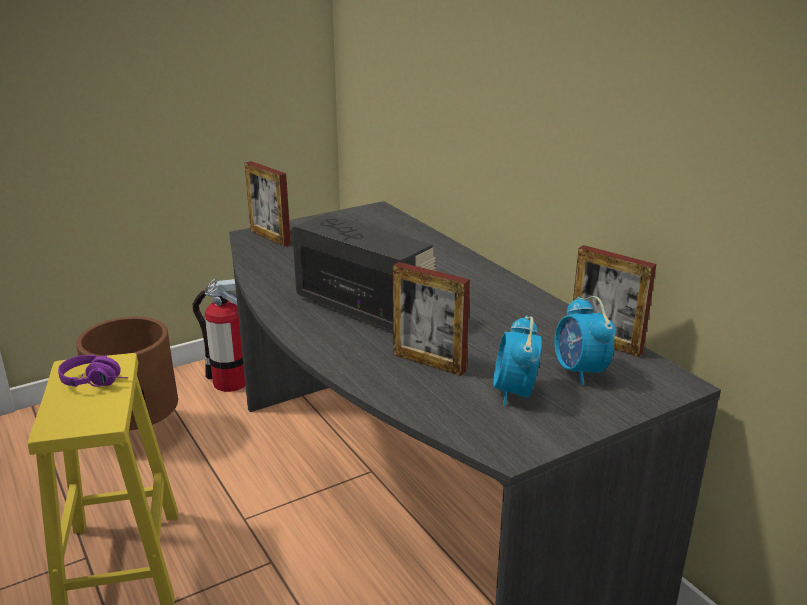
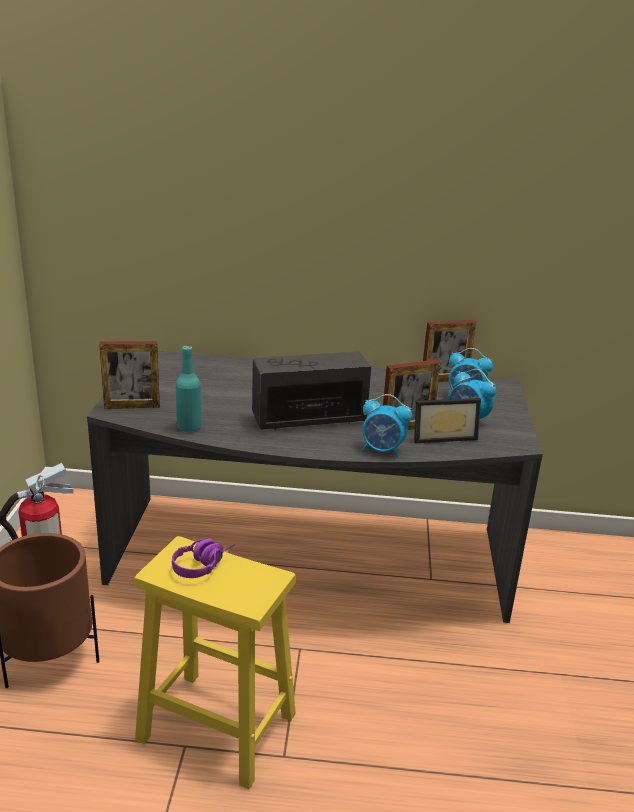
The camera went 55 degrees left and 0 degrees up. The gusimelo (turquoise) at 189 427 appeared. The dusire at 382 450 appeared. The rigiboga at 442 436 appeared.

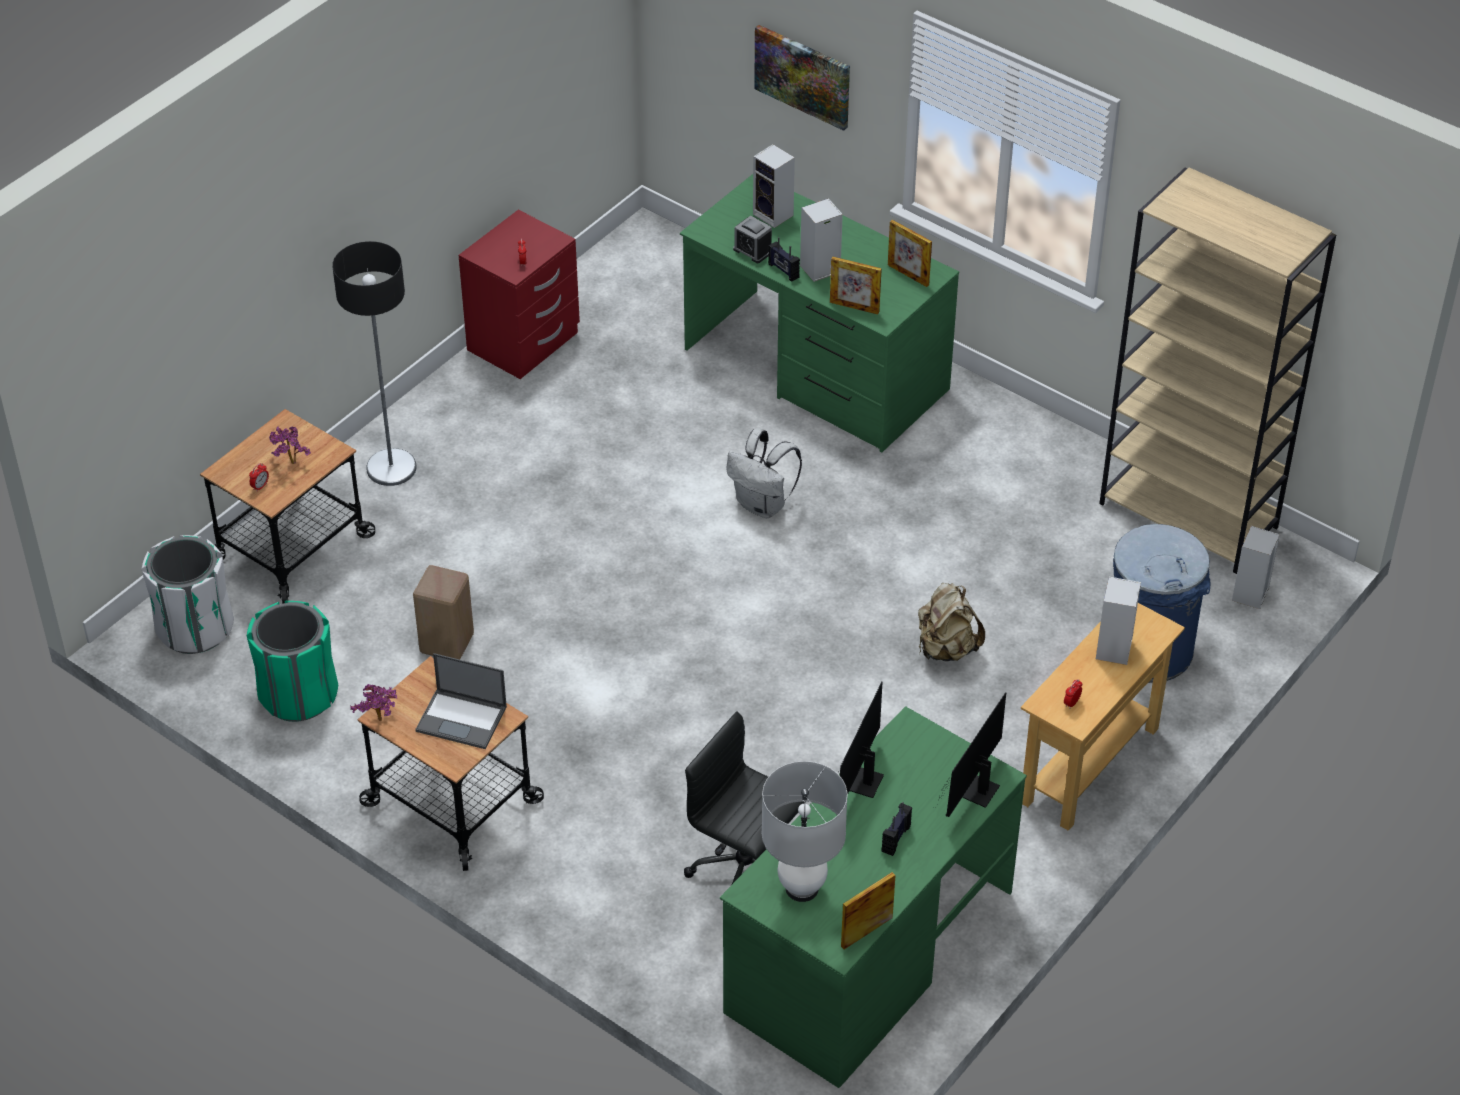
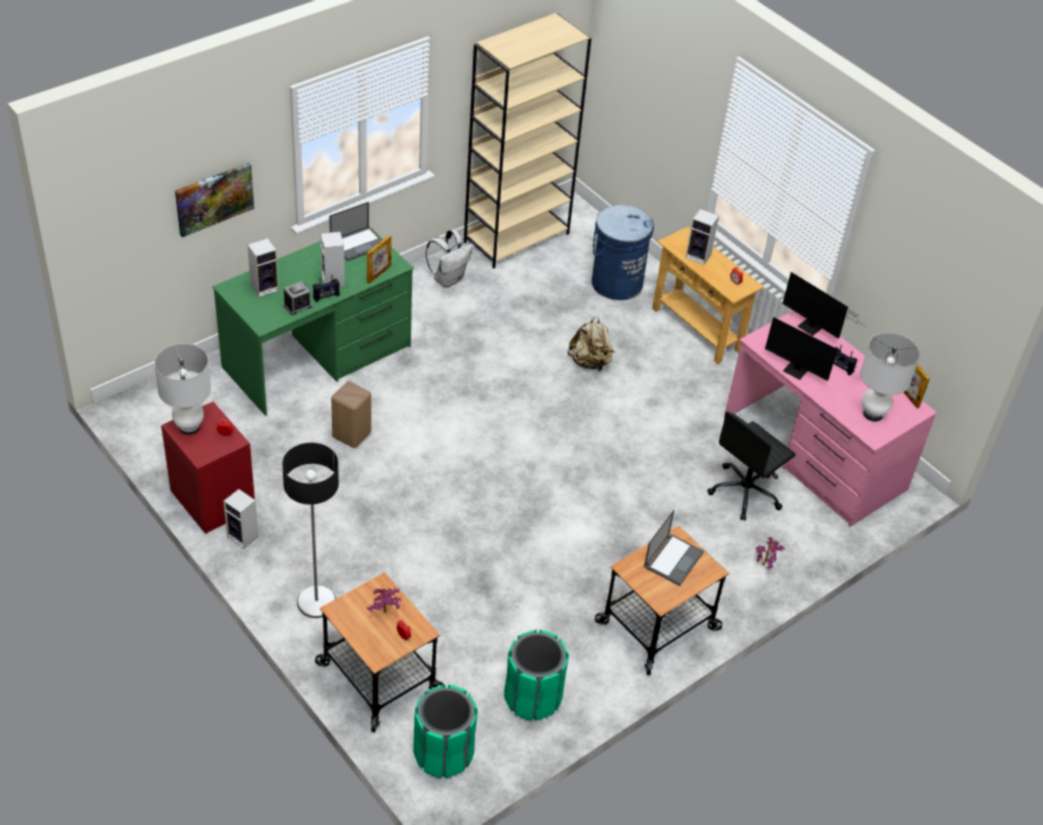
The camera went 80 degrees left and 0 degrees up. The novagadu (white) at 195 628 became the novagadu (green) at 443 753. The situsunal moved from 380 722 to 765 565. The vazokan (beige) moved from 445 644 to 352 436. The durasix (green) at 868 951 became the durasix (pink) at 814 453. The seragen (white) moved from 763 505 to 448 279. The rigiboga at 908 275 was replaced by the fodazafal at 358 243. The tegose moved from 1250 595 to 244 537. The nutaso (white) at 189 427 appeared.

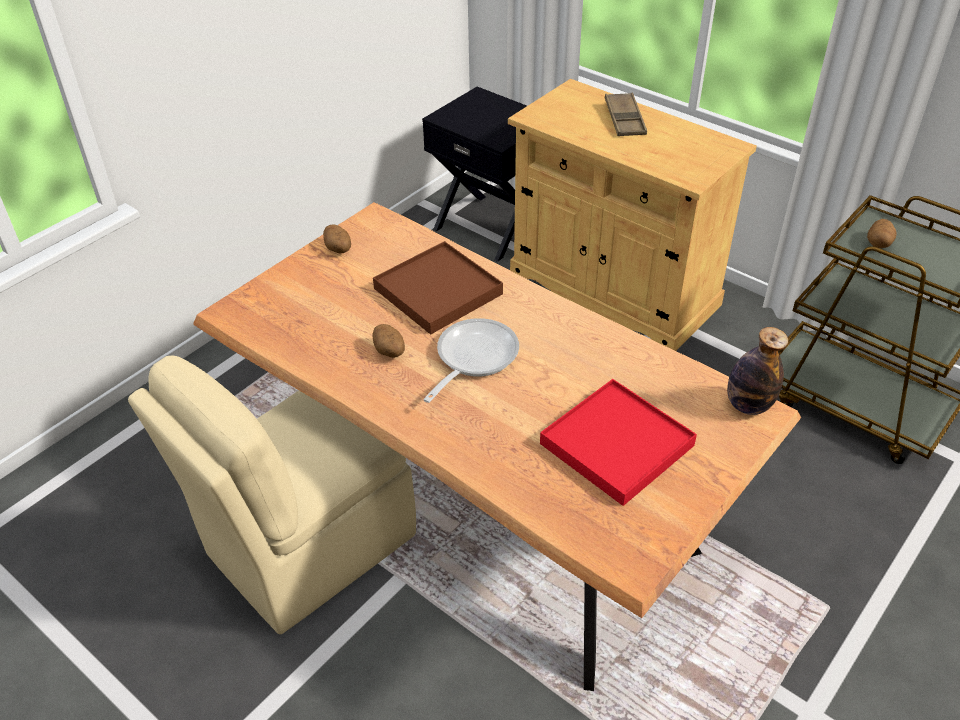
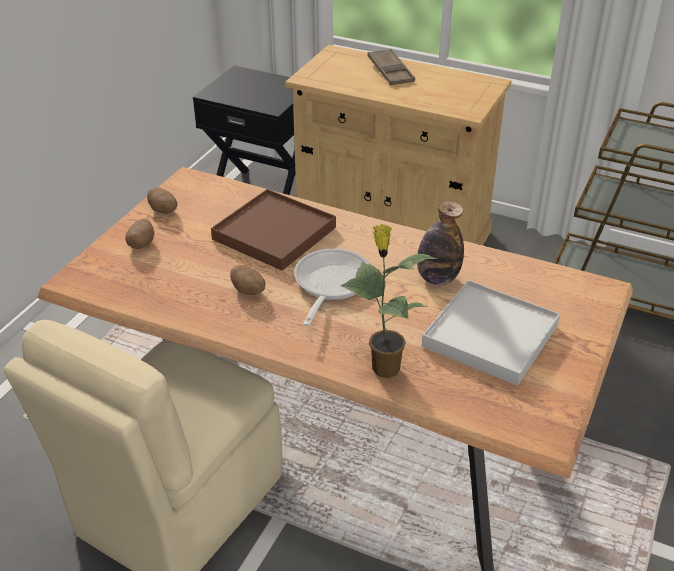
The camera went 15 degrees left and 5 degrees down. The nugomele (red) at 616 445 became the nugomele (white) at 490 336. The gusimelo moved from 748 405 to 437 278. The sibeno moved from 878 243 to 141 243. The situsunal at 384 368 appeared.

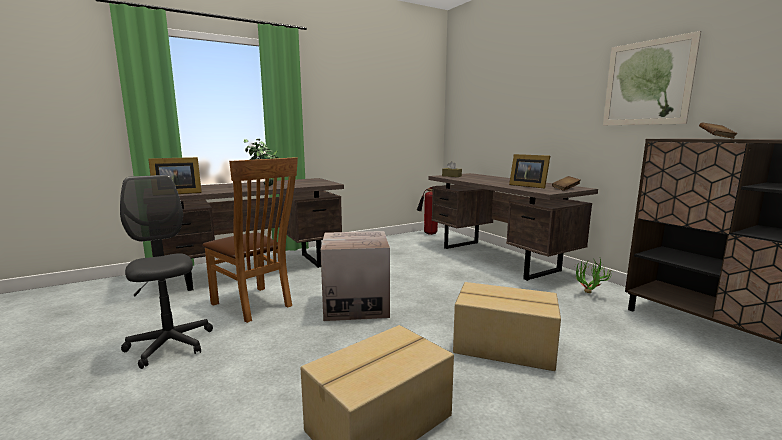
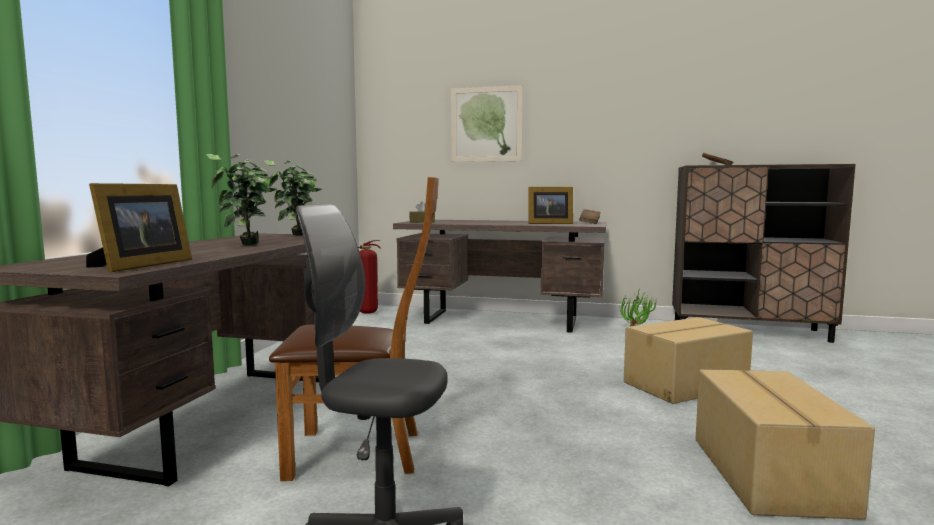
The camera went 45 degrees left and 5 degrees down. The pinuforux at 356 305 disappeared. The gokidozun moved from 647 83 to 486 124. The situsunal at 296 236 appeared.

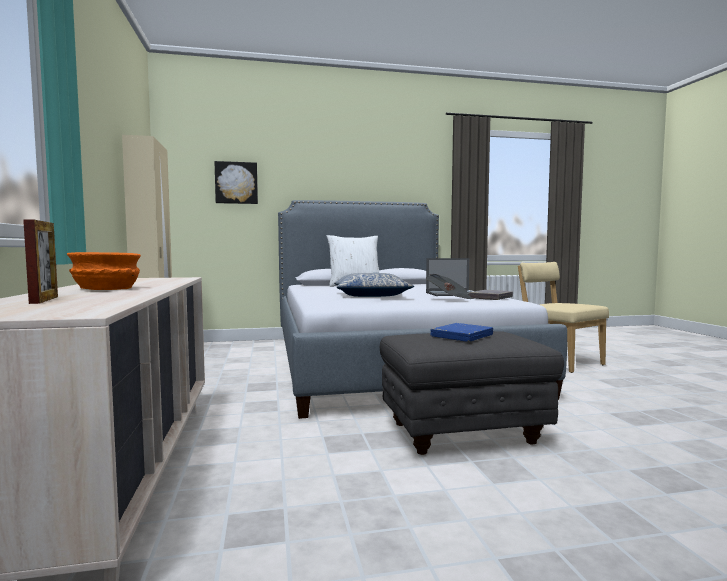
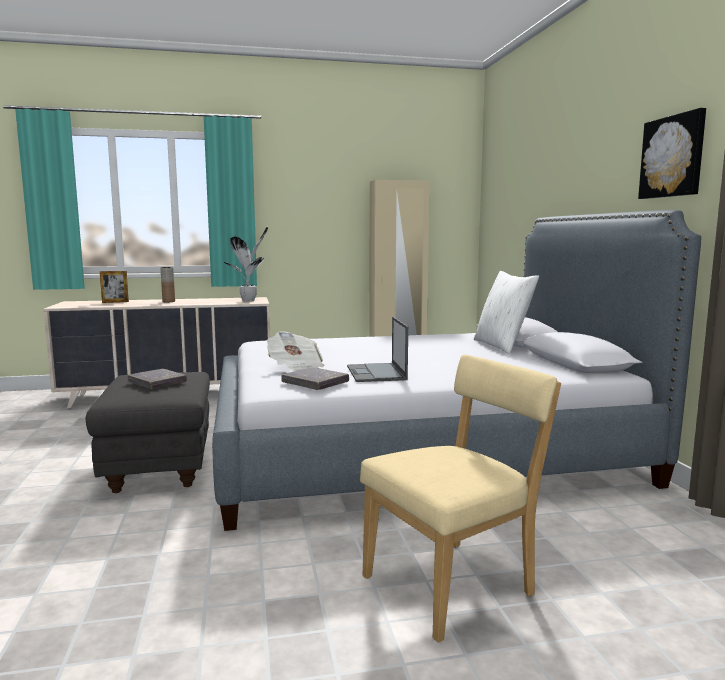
The camera went 90 degrees right and 5 degrees up. The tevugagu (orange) at 107 289 was replaced by the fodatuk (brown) at 168 301. The gokidozun moved from 236 183 to 673 156. The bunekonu at 371 296 disappeared. The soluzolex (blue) at 462 336 became the soluzolex (grey) at 157 382. The situsunal at 250 300 appeared.

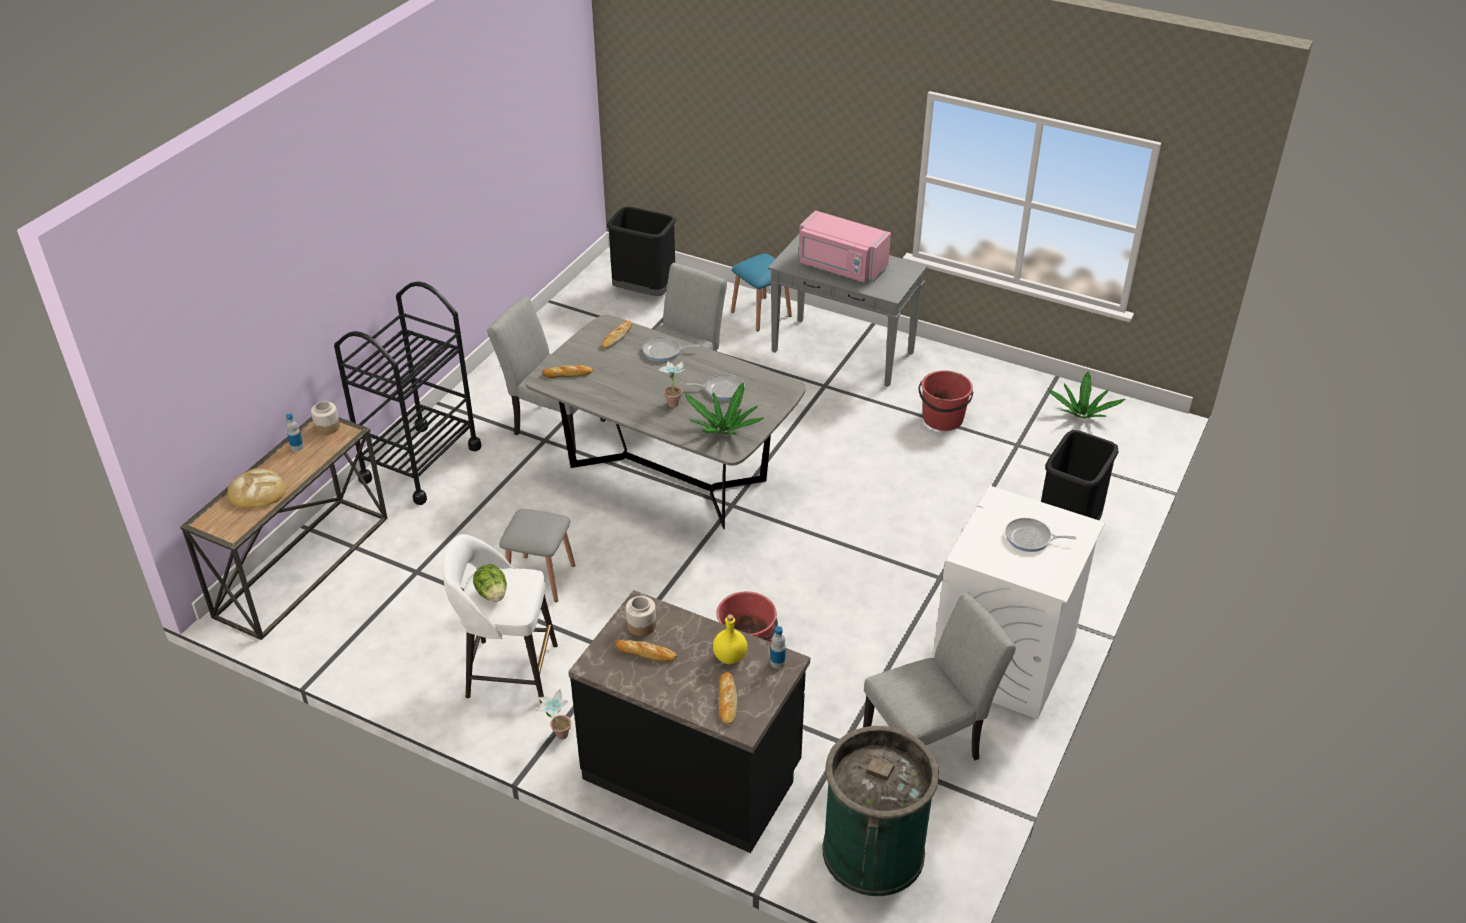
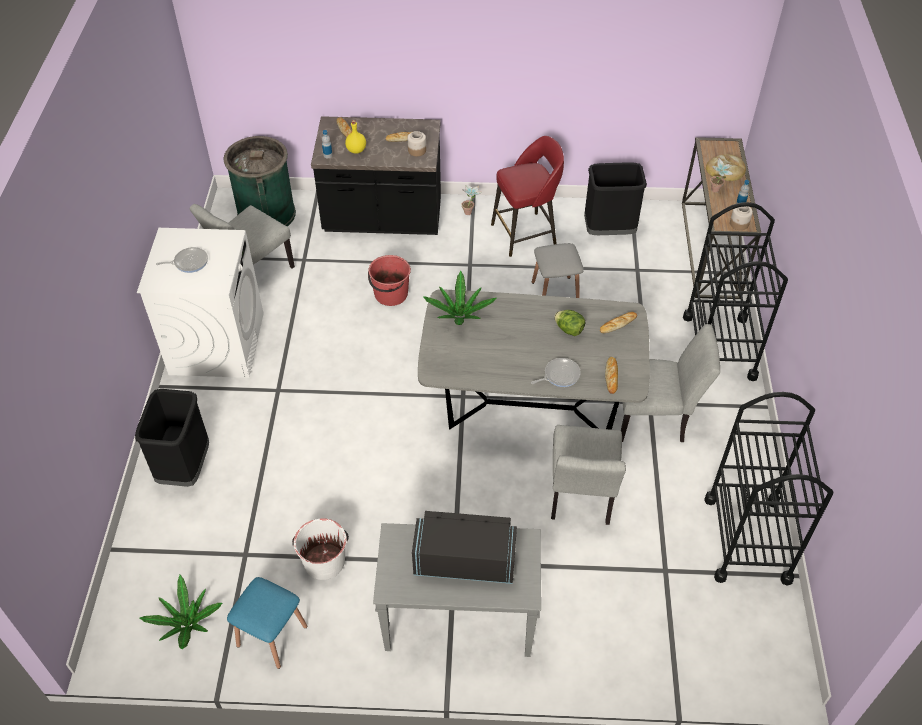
The camera went 155 degrees right and 10 degrees up. The vazokan (white) at 508 670 became the vazokan (red) at 525 234. The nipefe moved from 492 594 to 569 330. The novagadu (black) moved from 645 292 to 609 231. The situsunal moved from 674 401 to 716 192. The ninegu at 722 389 disappeared. The vazokan (blue) moved from 761 313 to 272 636. The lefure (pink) at 840 267 became the lefure (black) at 465 559. The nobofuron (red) at 942 419 became the nobofuron (white) at 324 561. The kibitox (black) at 747 539 appeared.

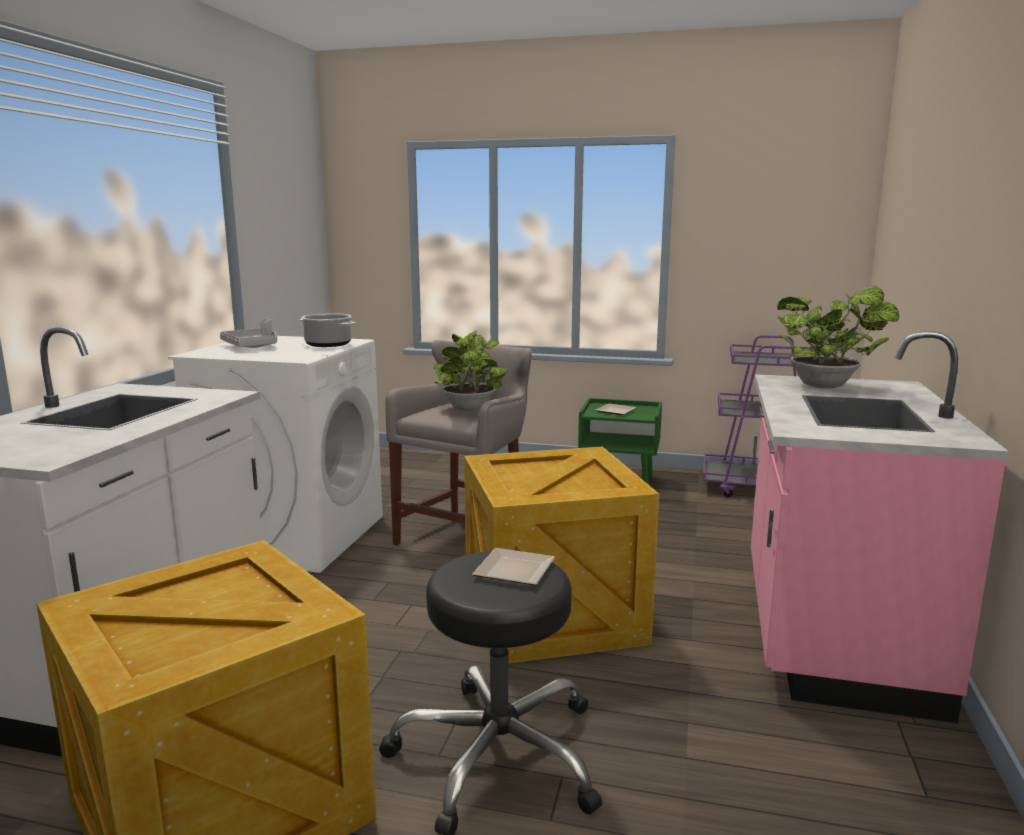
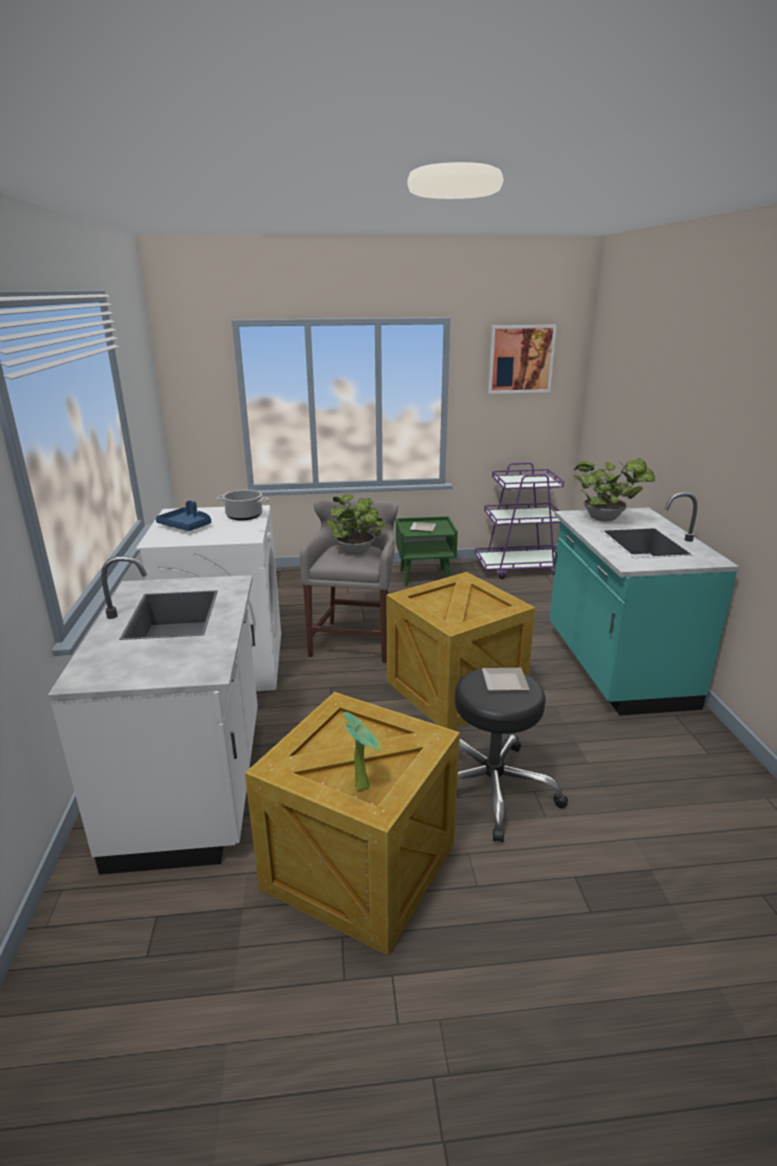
The camera went 20 degrees left and 10 degrees up. The nugomele (grey) at 252 346 became the nugomele (blue) at 187 526. The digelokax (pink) at 830 632 became the digelokax (turquoise) at 615 668. The situsunal at 364 785 appeared. The gokidozun at 520 359 appeared.

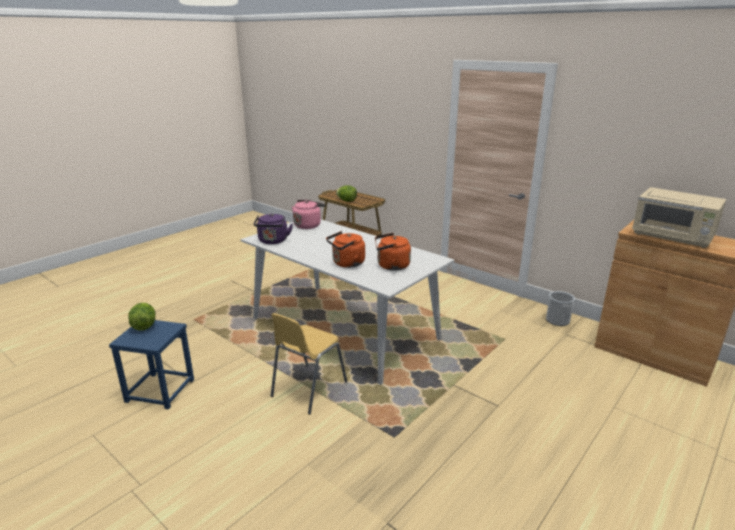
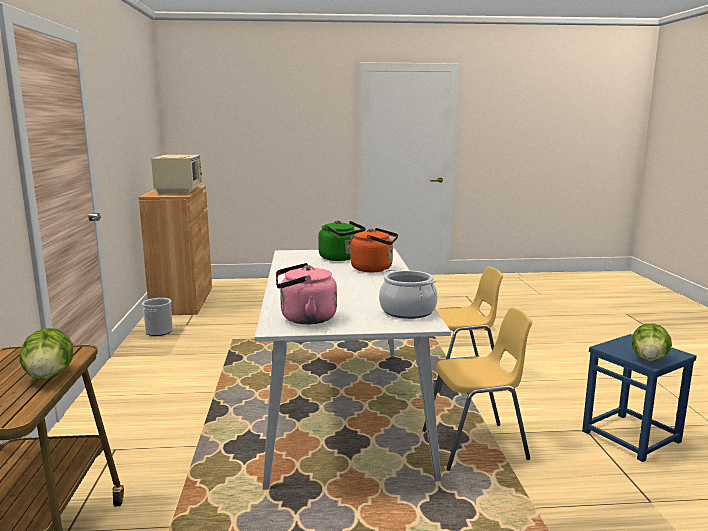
The camera went 135 degrees left and 10 degrees down. The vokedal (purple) at 273 241 was replaced by the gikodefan at 407 311. The vokedal (orange) at 391 266 became the vokedal (green) at 340 258. The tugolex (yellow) at 476 445 appeared.

